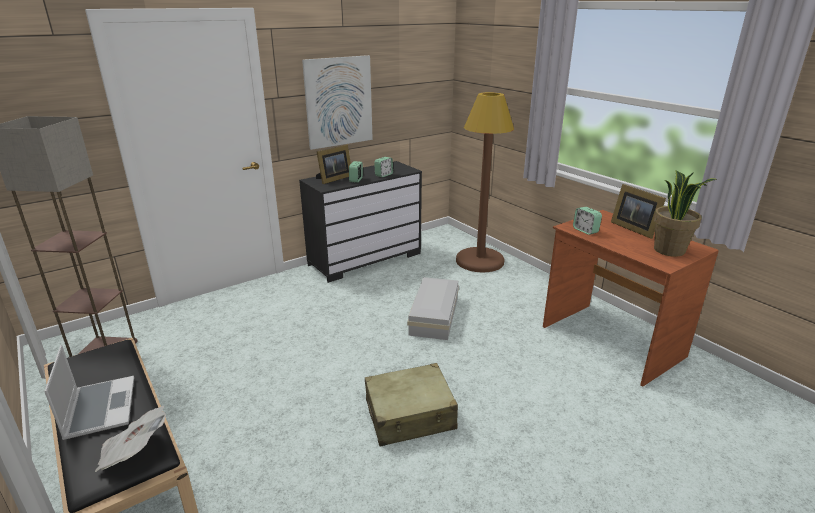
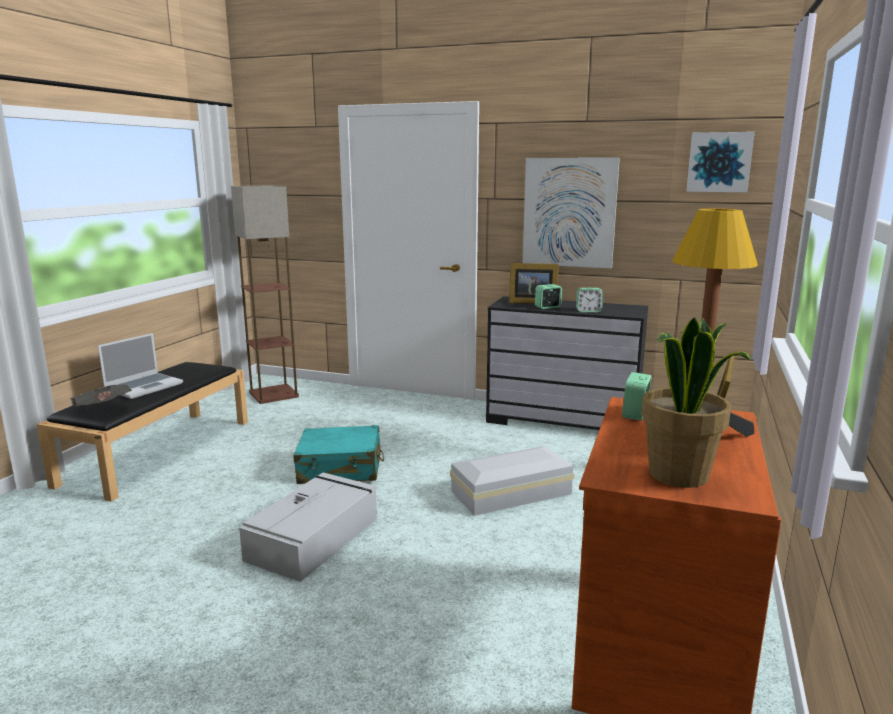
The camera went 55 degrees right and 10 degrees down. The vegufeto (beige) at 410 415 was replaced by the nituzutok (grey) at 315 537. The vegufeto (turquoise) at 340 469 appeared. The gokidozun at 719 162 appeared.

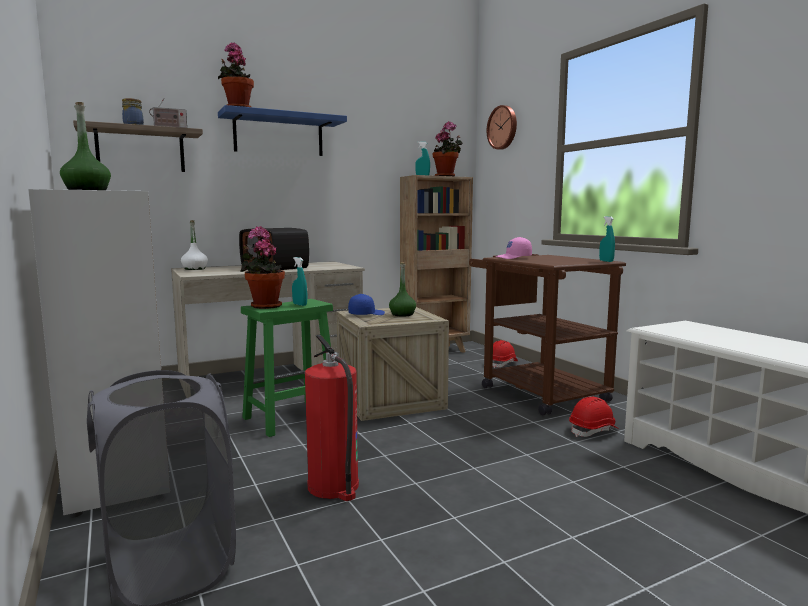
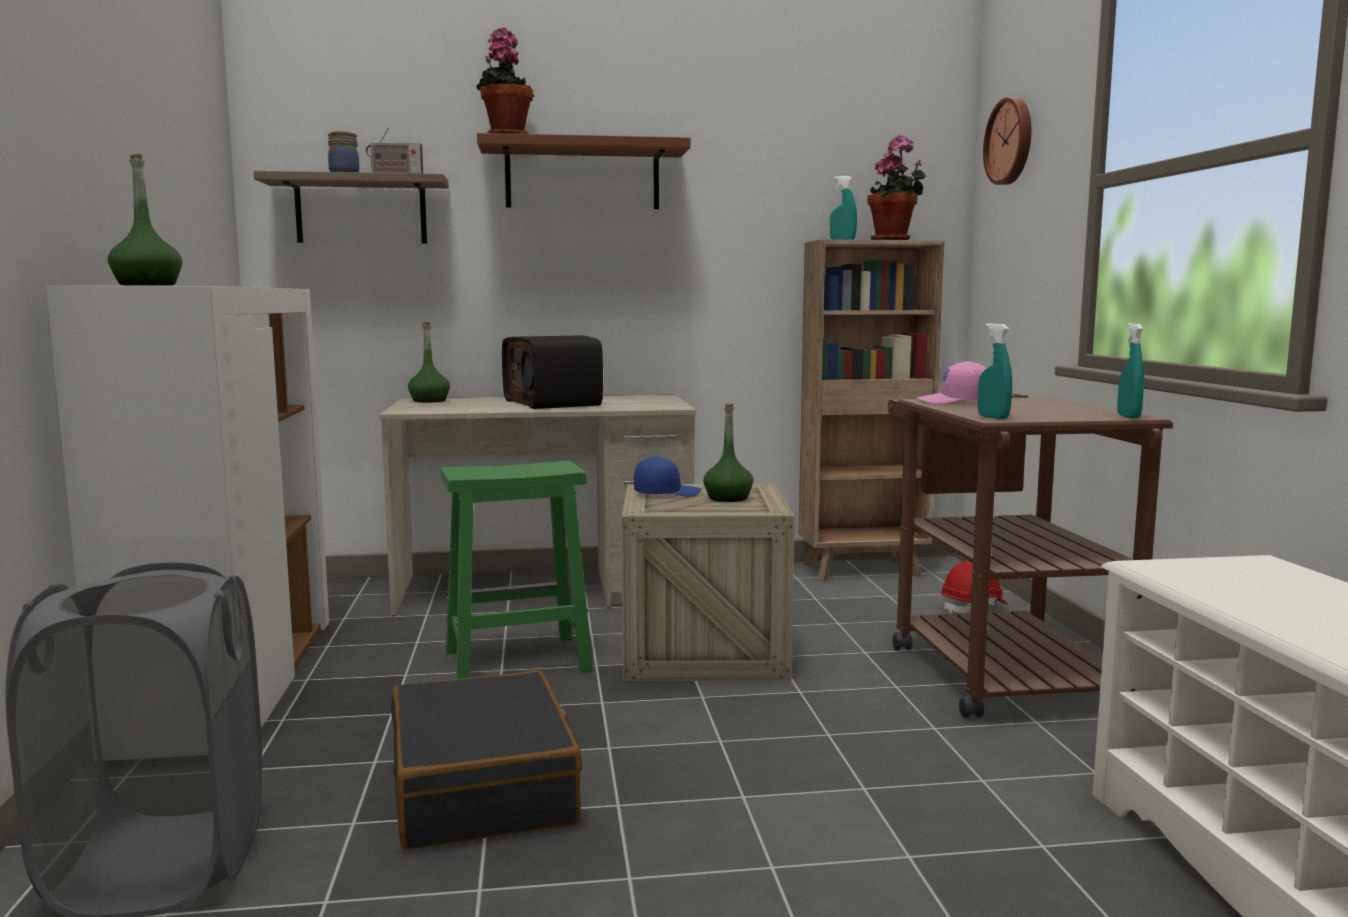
The camera went 20 degrees right and 0 degrees up. The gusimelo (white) at 194 269 became the gusimelo (green) at 429 401. The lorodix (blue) at 279 135 became the lorodix (brown) at 582 177. The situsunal at 264 306 disappeared. The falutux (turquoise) moved from 300 305 to 993 417. The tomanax at 334 487 was replaced by the vegufeto (black) at 483 787. The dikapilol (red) at 593 431 disappeared.

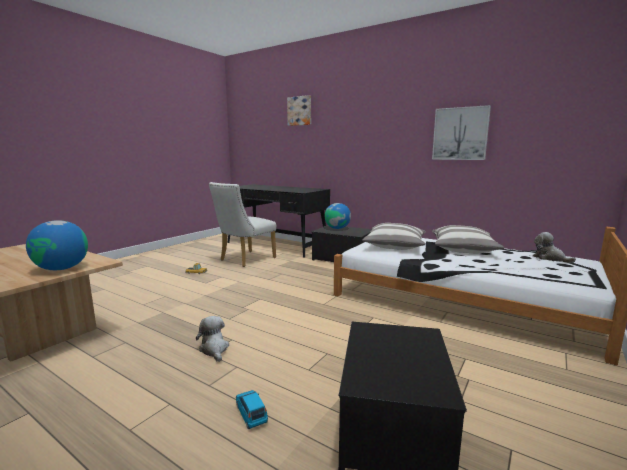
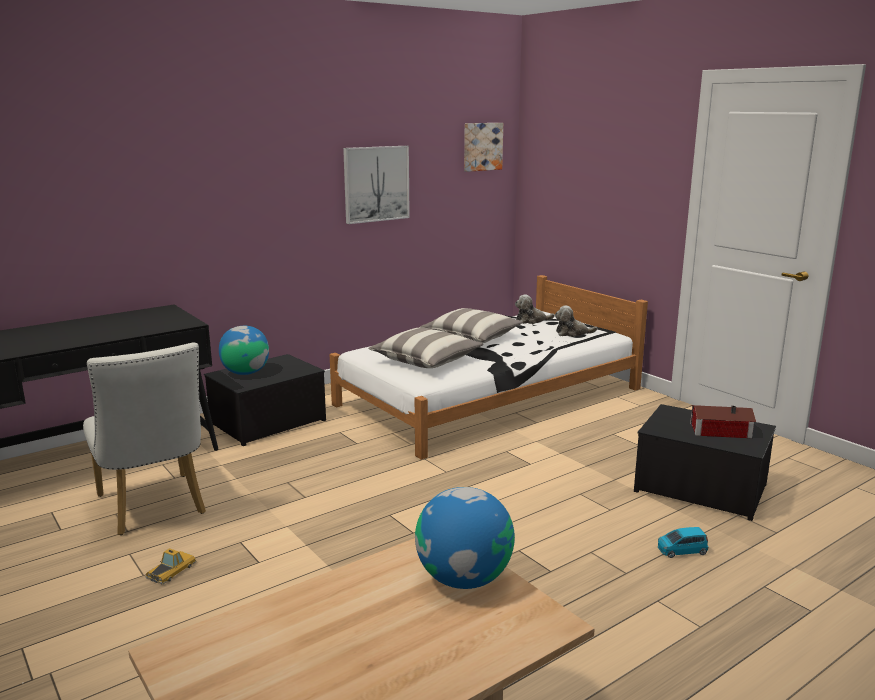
The camera went 70 degrees left and 5 degrees up. The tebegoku moved from 214 349 to 572 333. The gokidozun moved from 300 111 to 482 146. The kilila at 718 430 appeared.

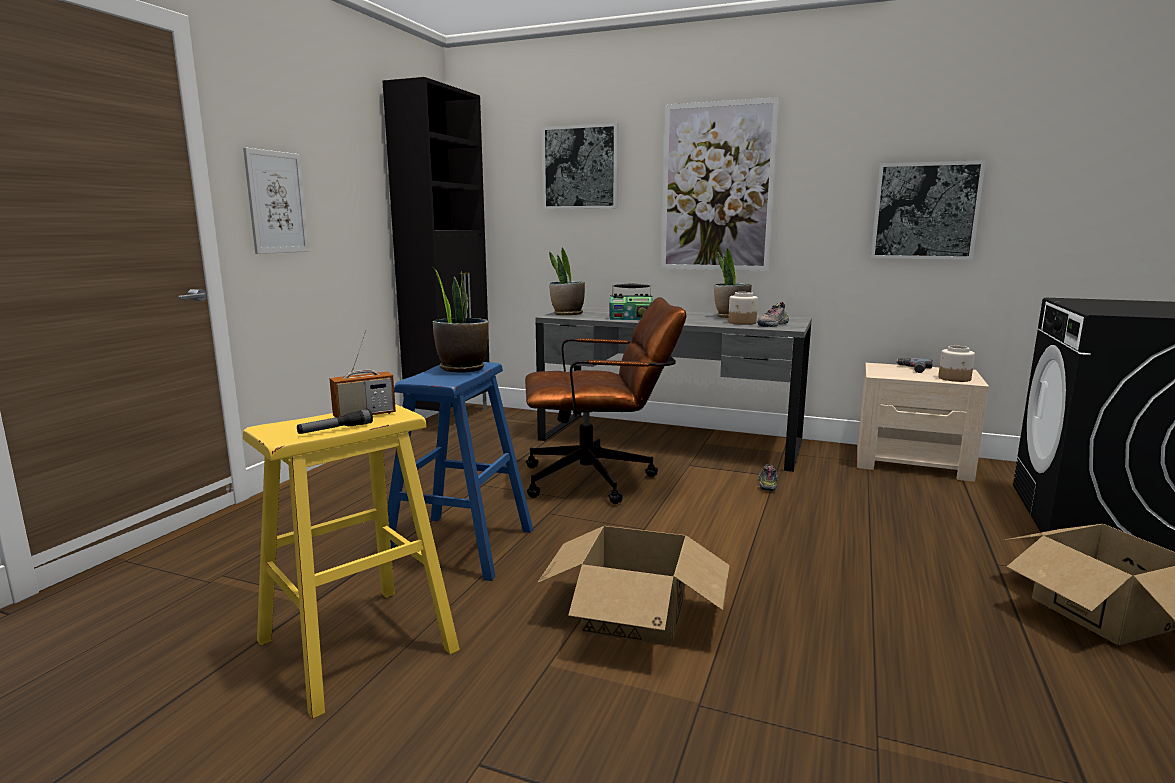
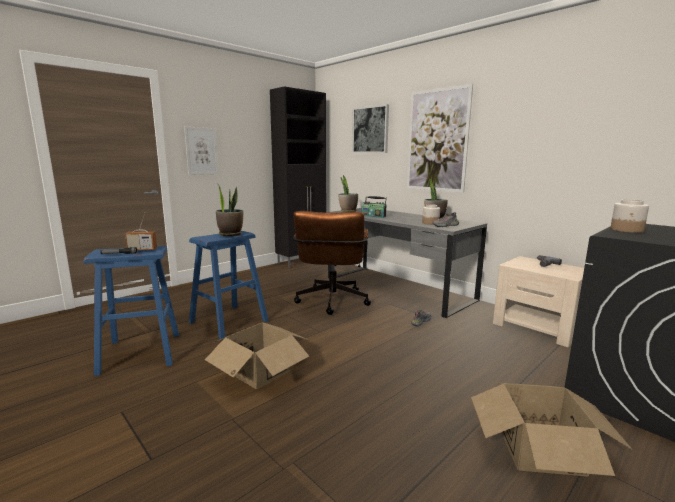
The camera went 25 degrees right and 0 degrees up. The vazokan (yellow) at 357 645 became the vazokan (blue) at 141 353. The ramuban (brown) at 600 479 turned 75 degrees clockwise. The gokidozun at 925 211 disappeared. The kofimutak moved from 955 378 to 627 230.

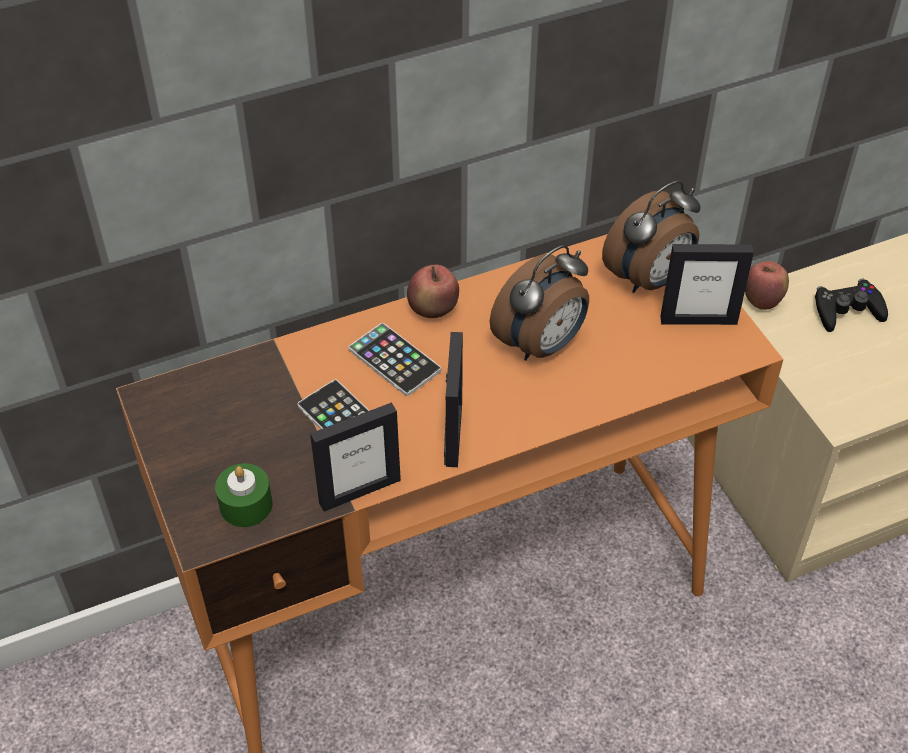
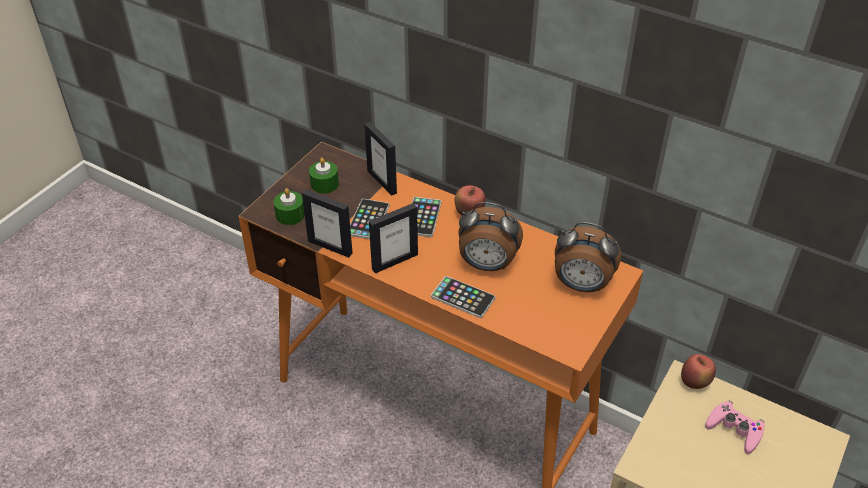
The camera went 55 degrees right and 5 degrees down. The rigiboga moved from 698 320 to 382 182. The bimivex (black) at 847 311 became the bimivex (pink) at 734 430. The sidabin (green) at 324 184 appeared. The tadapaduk at 463 297 appeared.

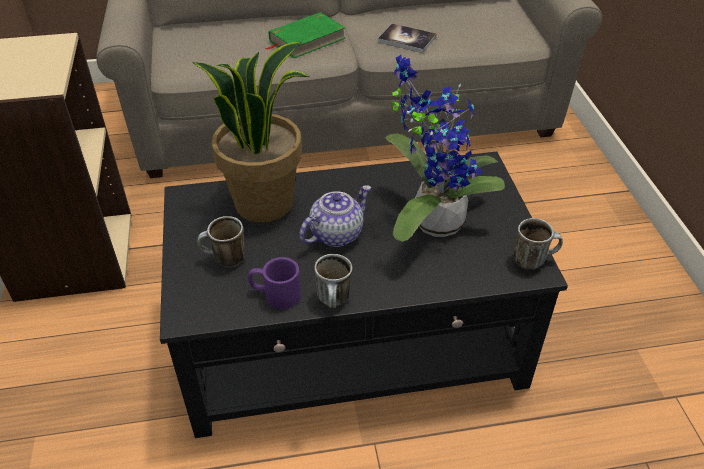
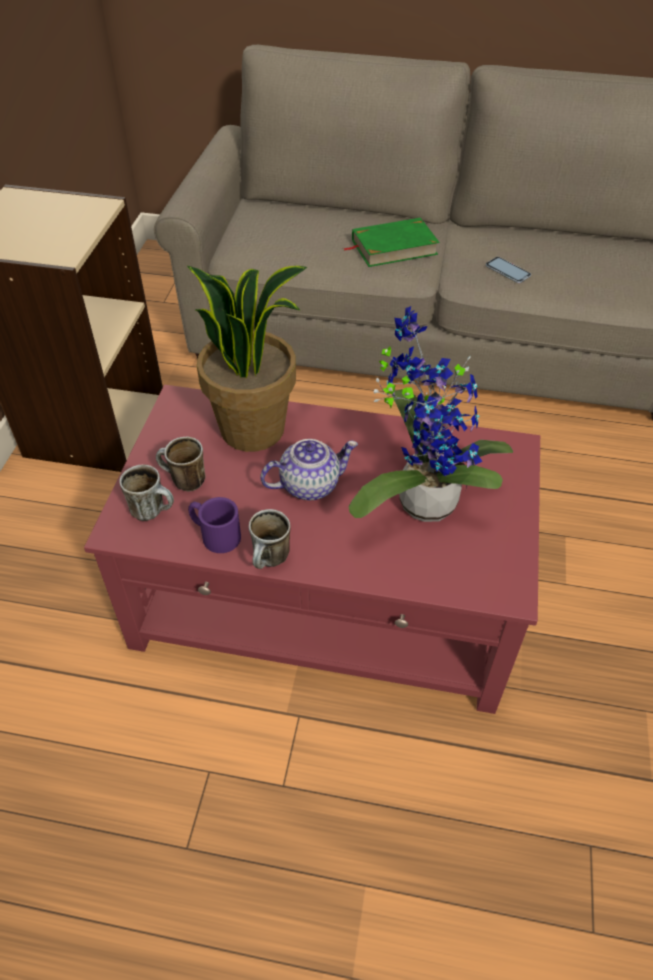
The camera went 20 degrees right and 5 degrees up. The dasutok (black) at 353 339 became the dasutok (red) at 327 596. The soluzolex at 407 39 was replaced by the tadapaduk at 507 271. The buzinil moved from 533 260 to 153 511.

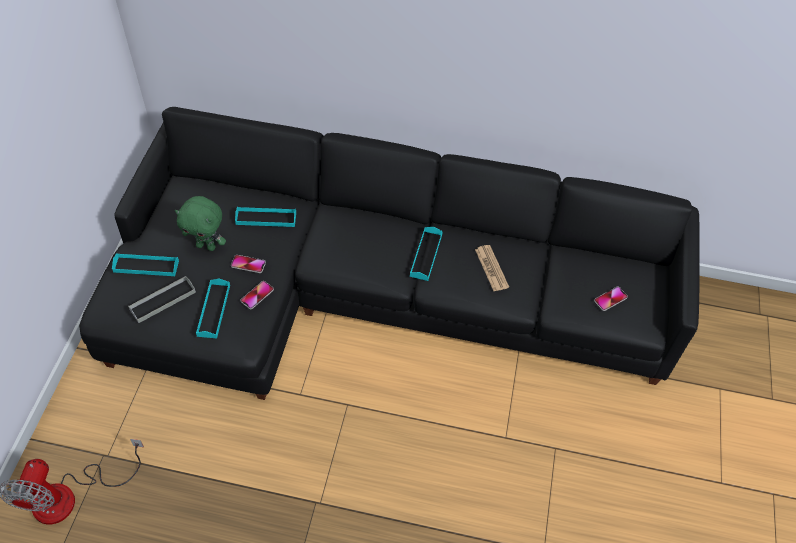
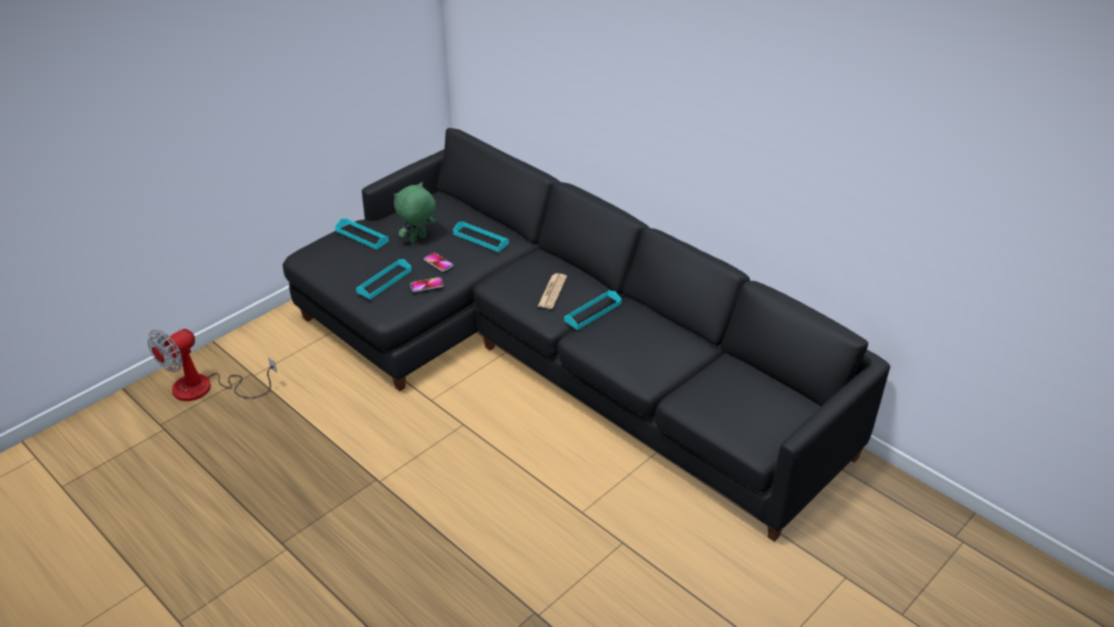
The camera went 35 degrees right and 15 degrees down. The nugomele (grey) at 162 300 disappeared. The tebegoku (green) at 206 246 turned 90 degrees clockwise. The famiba moved from 491 268 to 552 291. The tadapaduk at 610 299 disappeared.

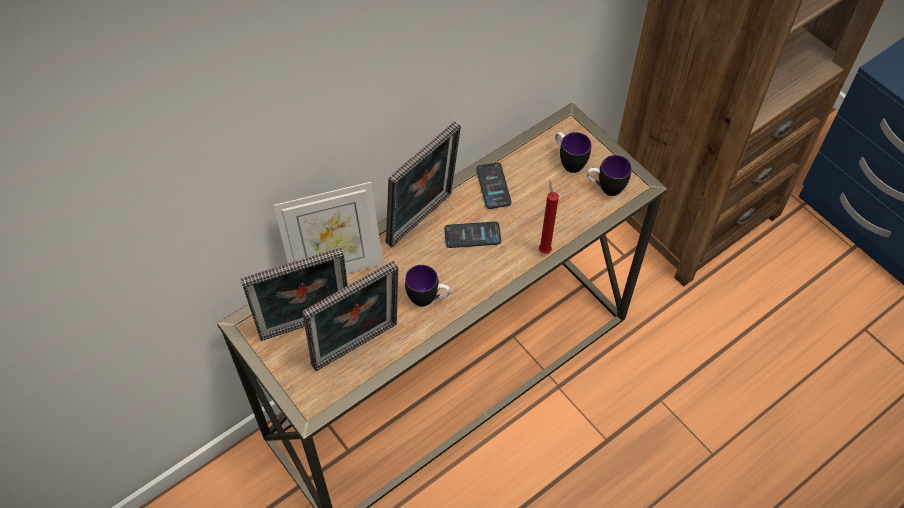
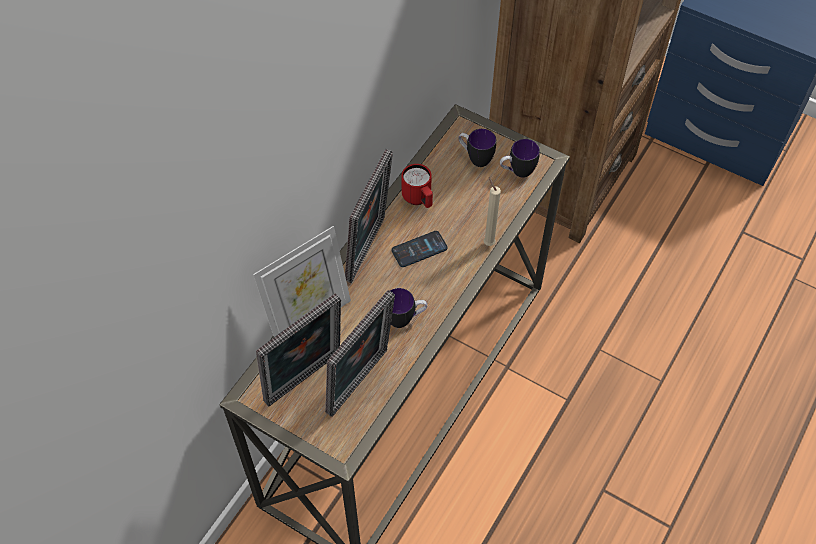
The camera went 20 degrees left and 0 degrees up. The tadapaduk at 493 186 was replaced by the buzinil (red) at 419 199. The sidabin (red) at 544 249 became the sidabin (beige) at 488 242.

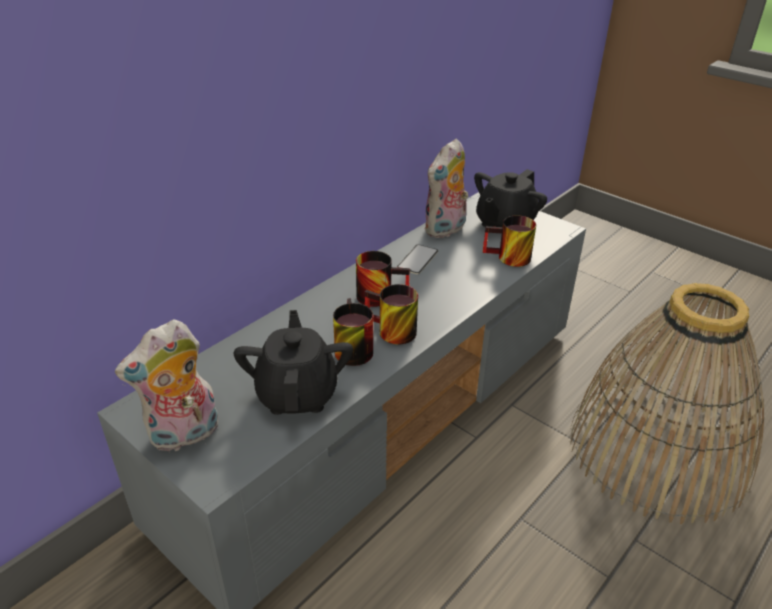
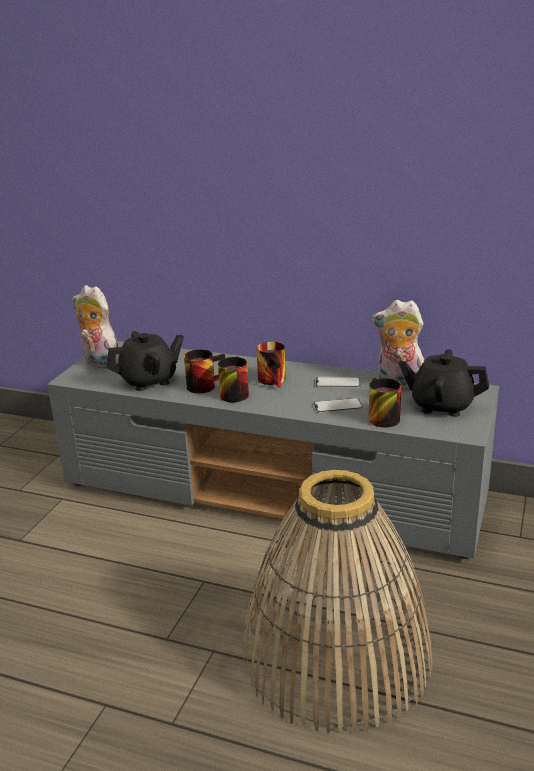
The camera went 70 degrees right and 10 degrees down. The tadapaduk at 338 406 appeared.

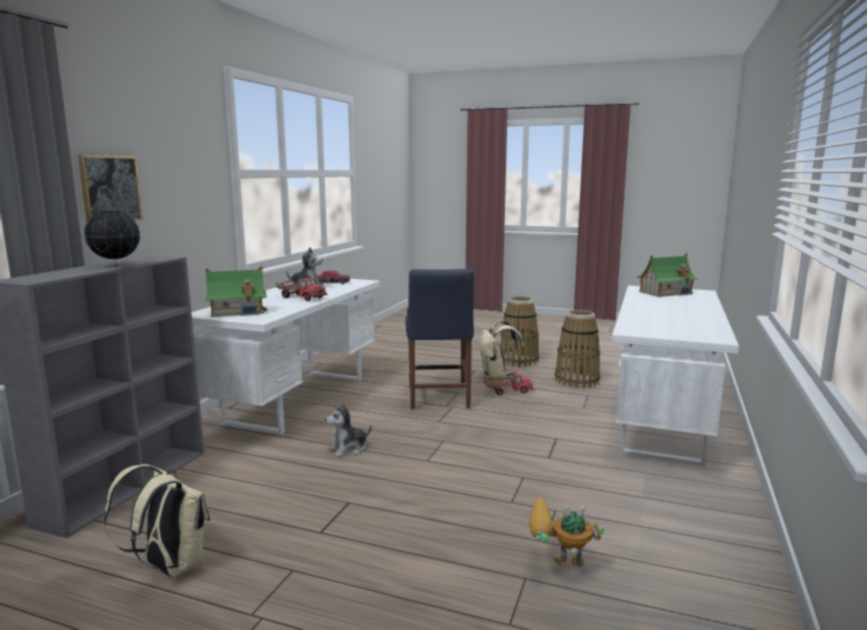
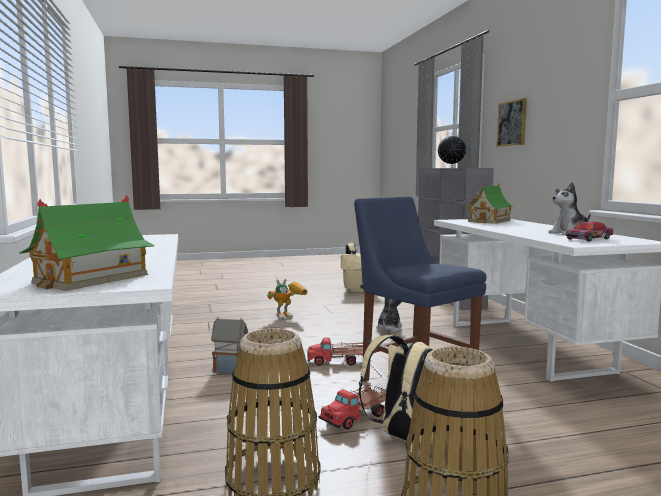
The camera went 145 degrees right and 5 degrees down. The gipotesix moved from 301 297 to 337 361. The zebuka moved from 557 568 to 288 316. The kilila at 231 368 appeared.

